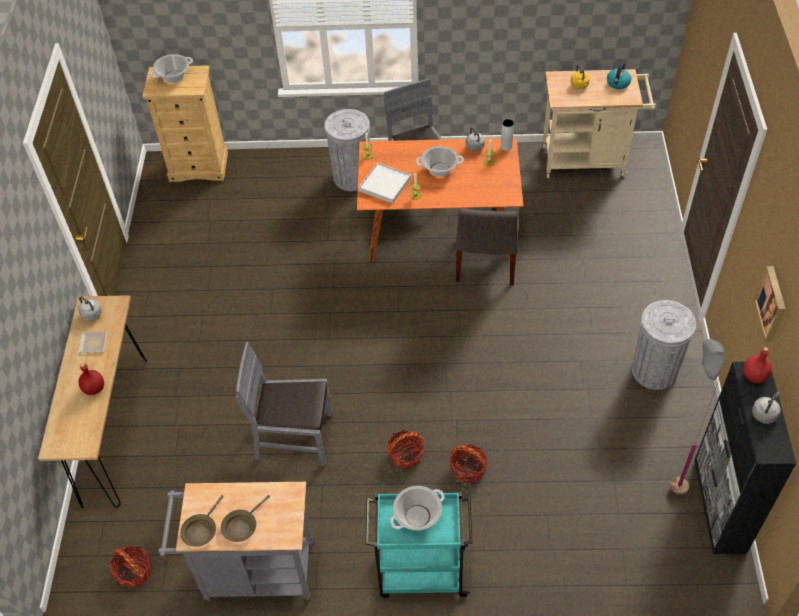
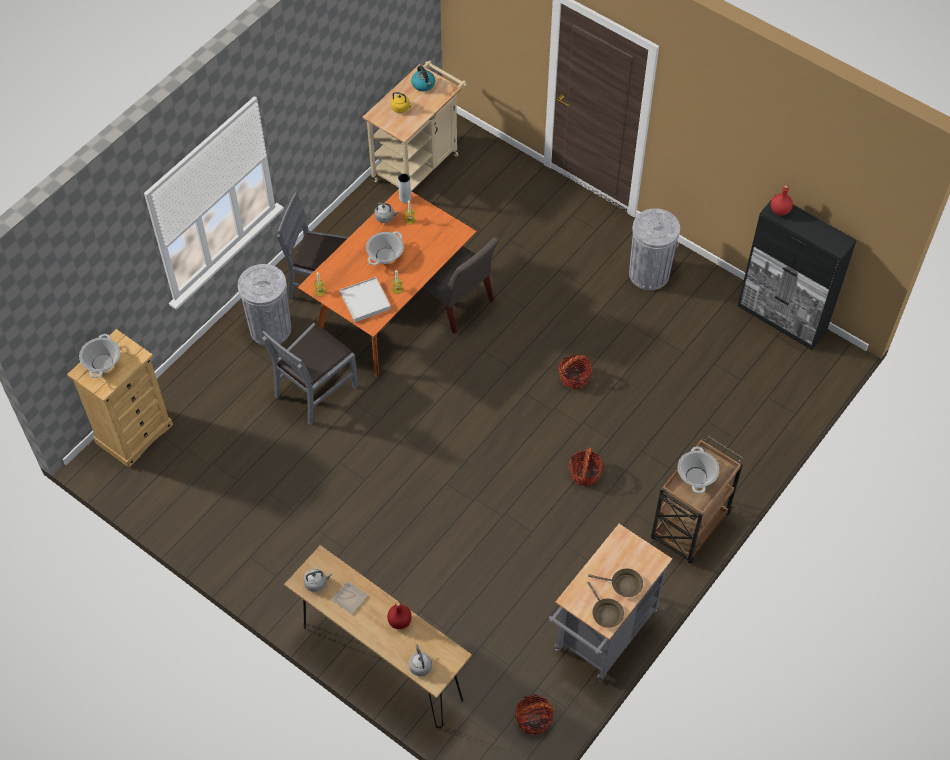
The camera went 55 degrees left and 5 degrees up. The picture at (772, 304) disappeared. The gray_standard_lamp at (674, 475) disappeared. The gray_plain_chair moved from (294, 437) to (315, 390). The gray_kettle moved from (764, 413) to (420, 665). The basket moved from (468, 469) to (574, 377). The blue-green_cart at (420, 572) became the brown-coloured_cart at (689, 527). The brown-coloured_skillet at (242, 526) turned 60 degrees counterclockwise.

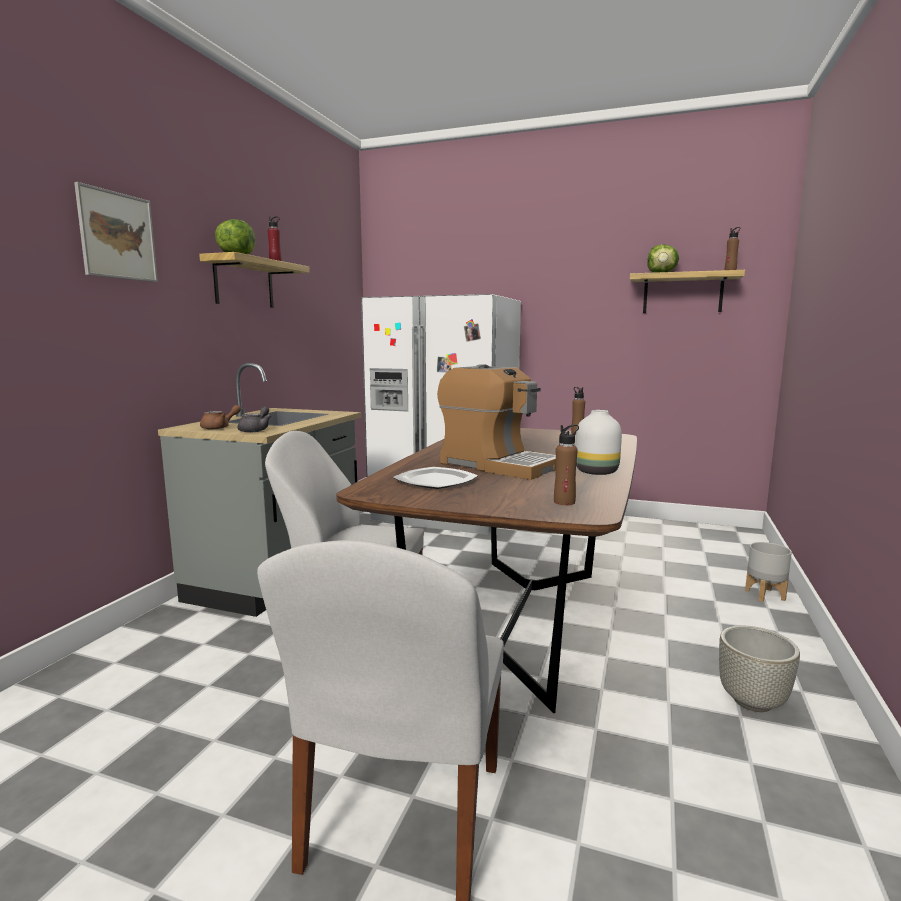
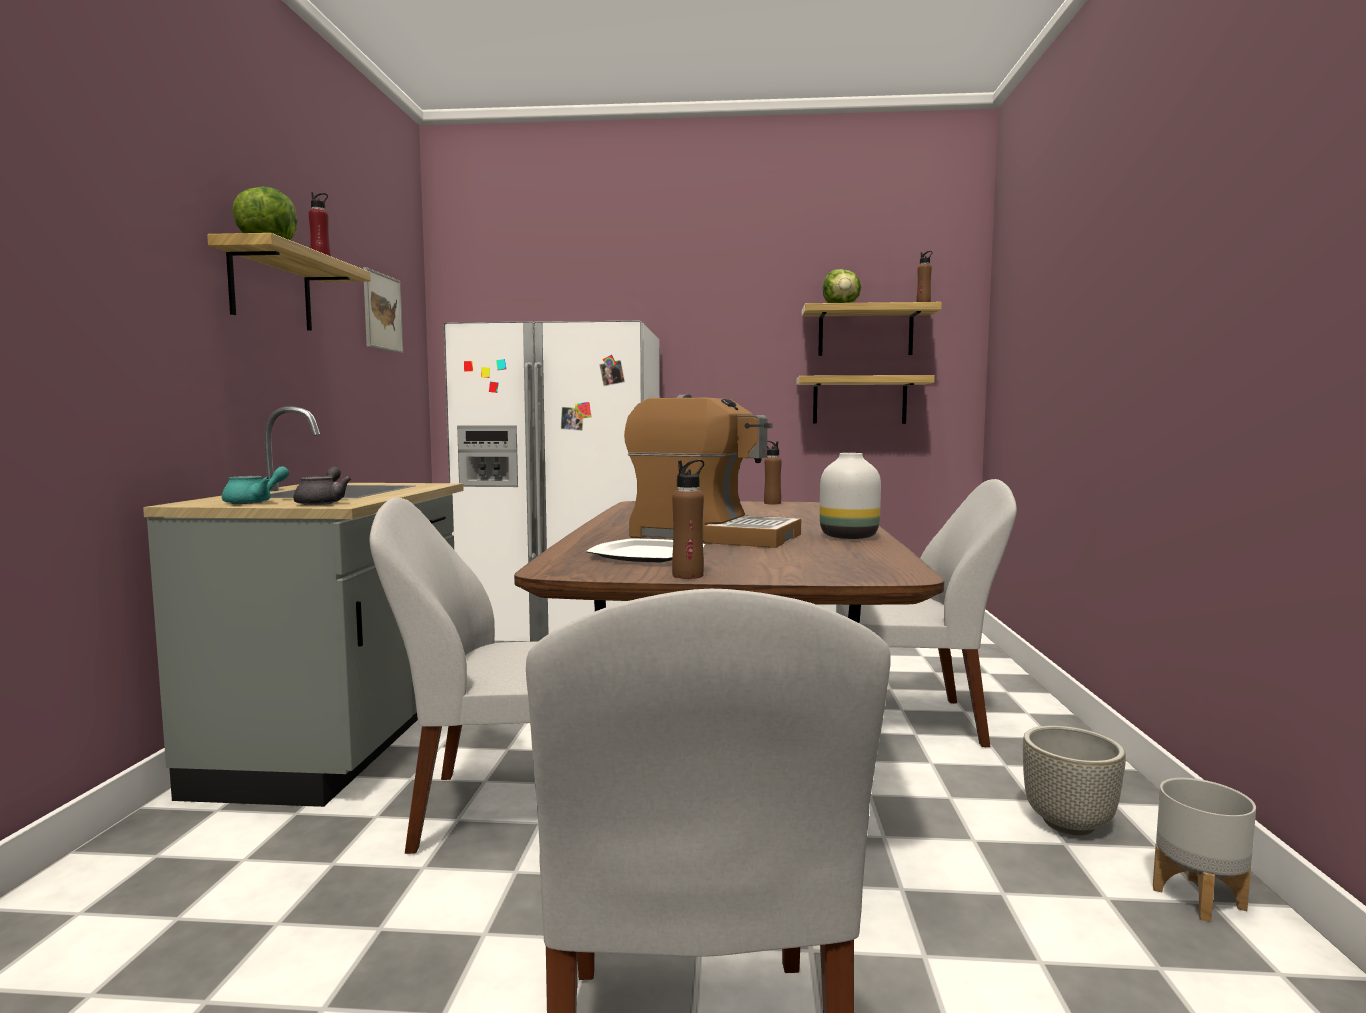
The camera went 15 degrees left and 5 degrees down. The picture moved from (117, 236) to (382, 312). The brown-coloured_teapot at (219, 427) became the blue-green_teapot at (255, 502). The brown-coloured_beverage_bottle moved from (564, 502) to (688, 575). The gray_planter moved from (765, 595) to (1200, 899). The shelf at (859, 400) appeared. The white-coloured_plain_chair at (913, 721) appeared.

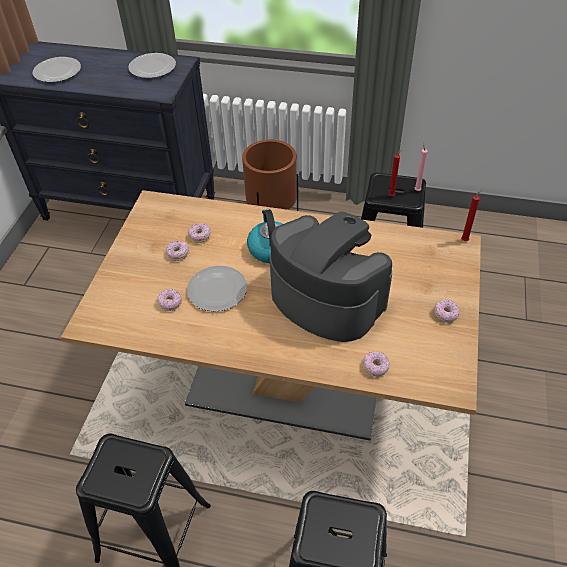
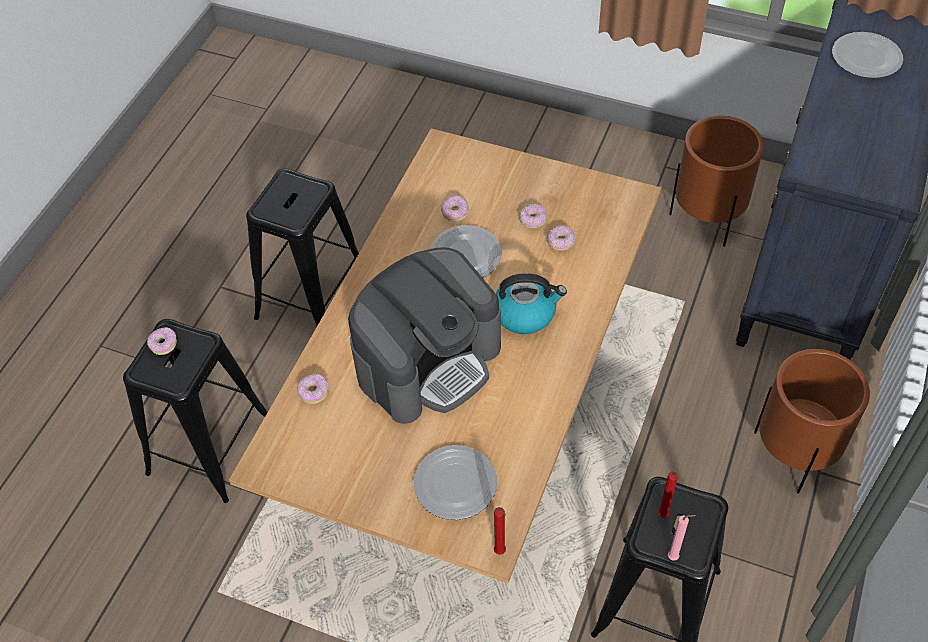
The camera went 100 degrees right and 5 degrees up. The plate moved from (152, 67) to (456, 483). The doughnut moved from (445, 314) to (164, 345). The brown-coloured_planter at (707, 219) appeared.

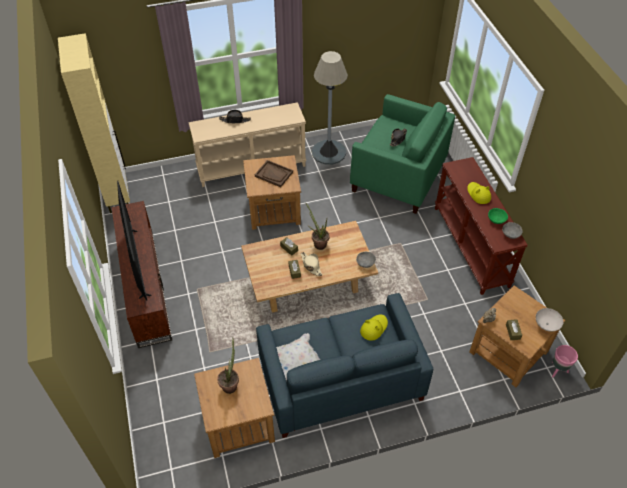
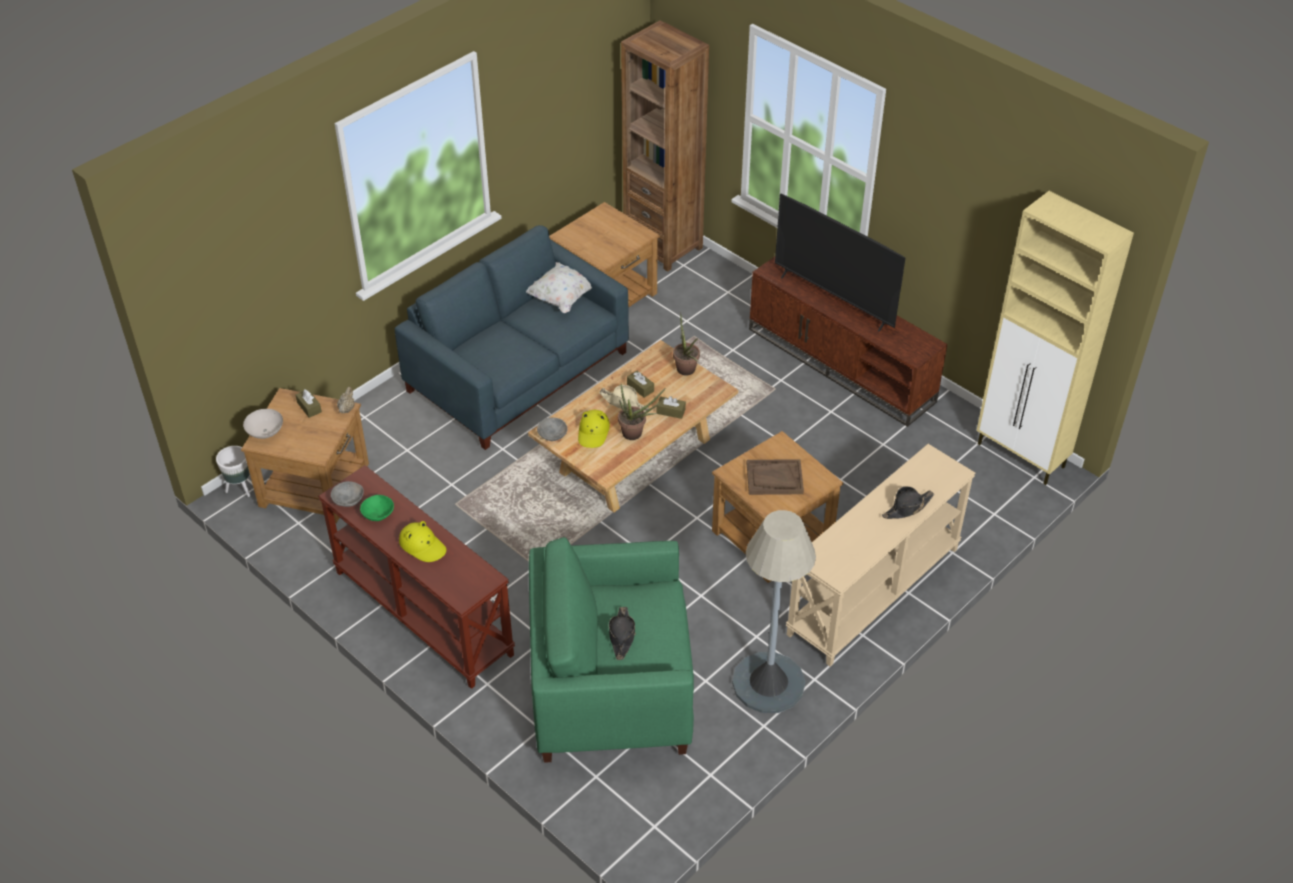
The camera went 150 degrees right and 5 degrees down. The yellow_clothing_hat moved from (373, 328) to (593, 432). The houseplant moved from (230, 384) to (687, 372). The pink_planter at (558, 370) became the white-coloured_planter at (240, 489). The brown-coloured_bookcase at (663, 246) appeared.

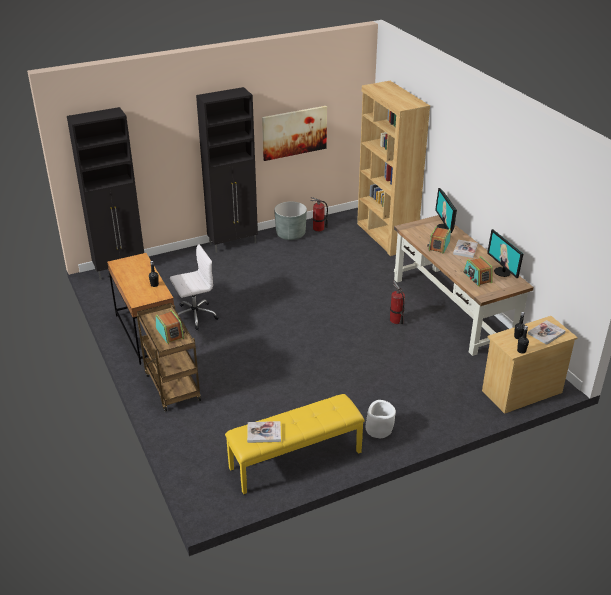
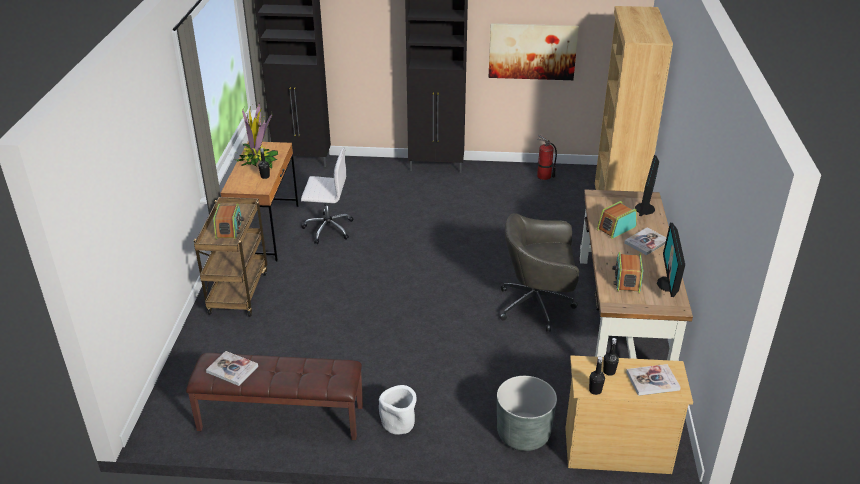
The camera went 30 degrees right and 0 degrees up. The gray_planter moved from (290, 234) to (523, 434). The extinguisher at (396, 320) was replaced by the gray_computer_chair at (537, 306). The yellow_long_seat at (295, 460) became the brown-coloured_long_seat at (280, 418). The houseplant at (257, 161) appeared.

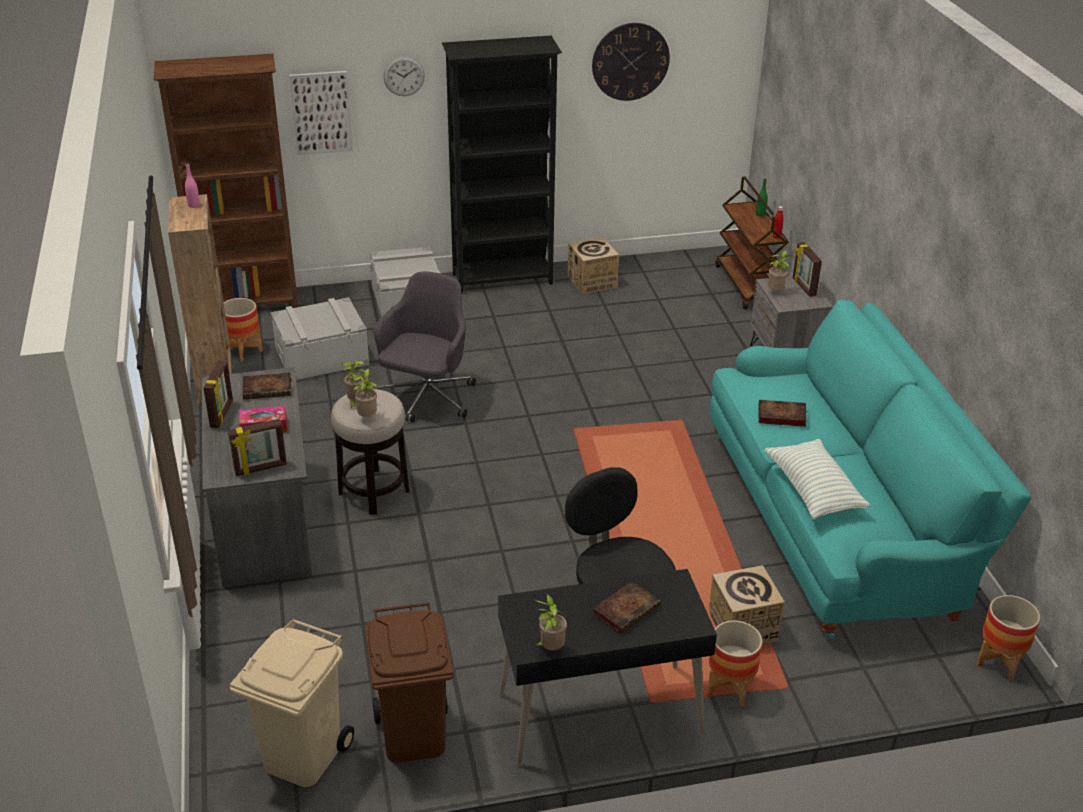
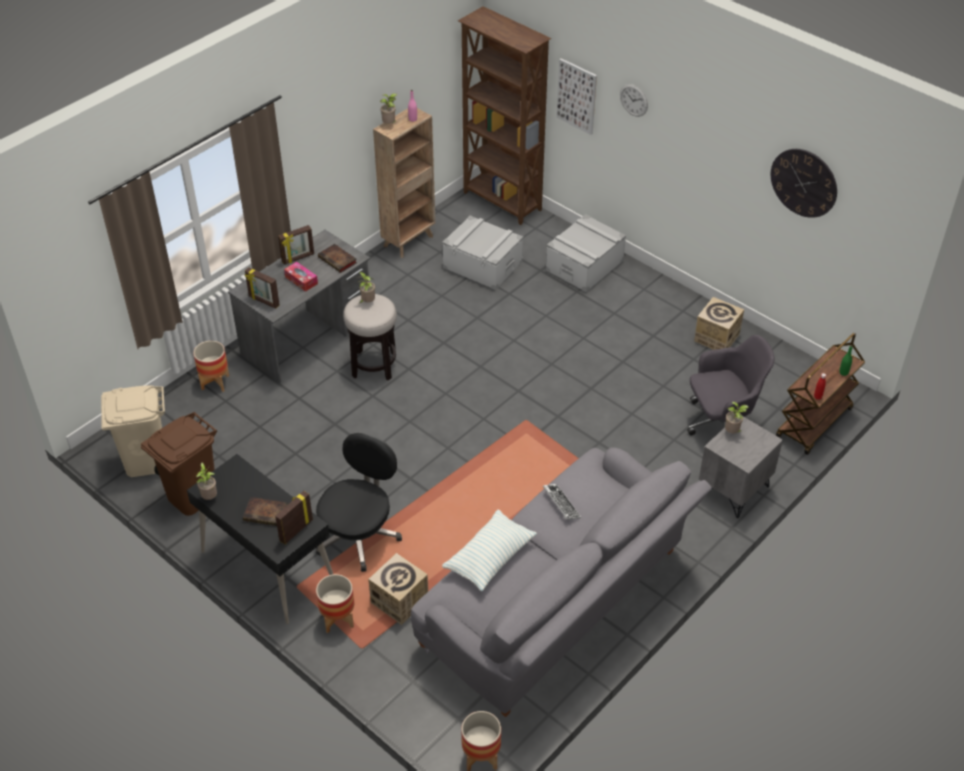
The camera went 55 degrees right and 10 degrees up. The black-coloured_bookcase at (503, 279) disappeared. The standing_frame moved from (803, 287) to (295, 530). The gray_computer_chair moved from (426, 398) to (721, 426). The planter moved from (244, 351) to (215, 382). The blue-green_couch at (837, 520) became the gray_couch at (558, 604). The houseplant moved from (368, 417) to (389, 124). The book at (780, 416) was replaced by the keyboard at (561, 504).

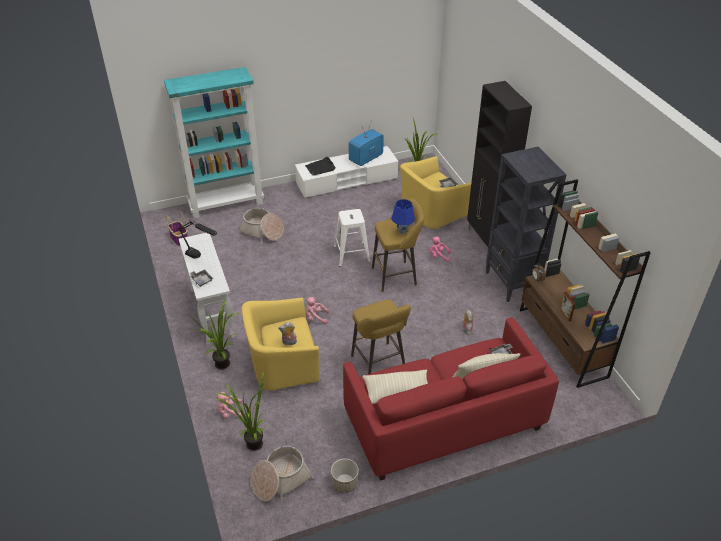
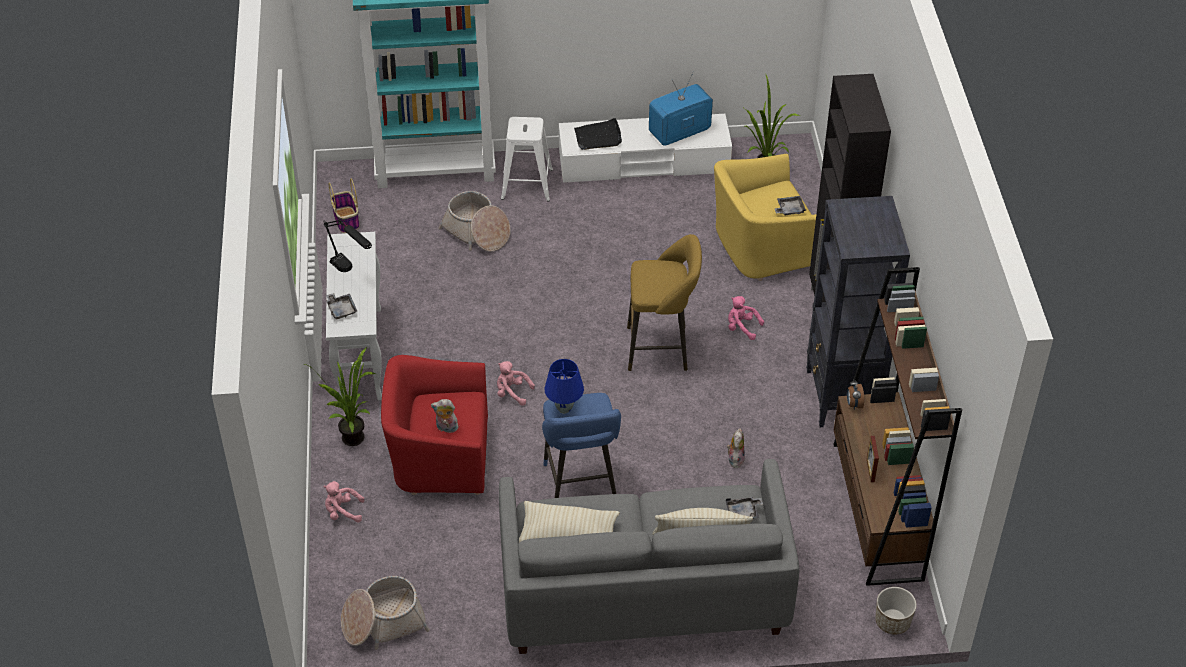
The camera went 15 degrees right and 5 degrees up. The blue-coloured_tabletop_lamp moved from (402, 231) to (565, 408). The white-coloured_stool_seat moved from (351, 254) to (526, 183). The yellow_easy_chair at (283, 364) became the red_easy_chair at (439, 456). The yellow_stool_seat at (379, 365) became the blue-coloured_stool_seat at (581, 487). The red_couch at (443, 421) became the gray_couch at (643, 591). The houseplant at (250, 444) disappeared. The planter moved from (344, 483) to (892, 621).

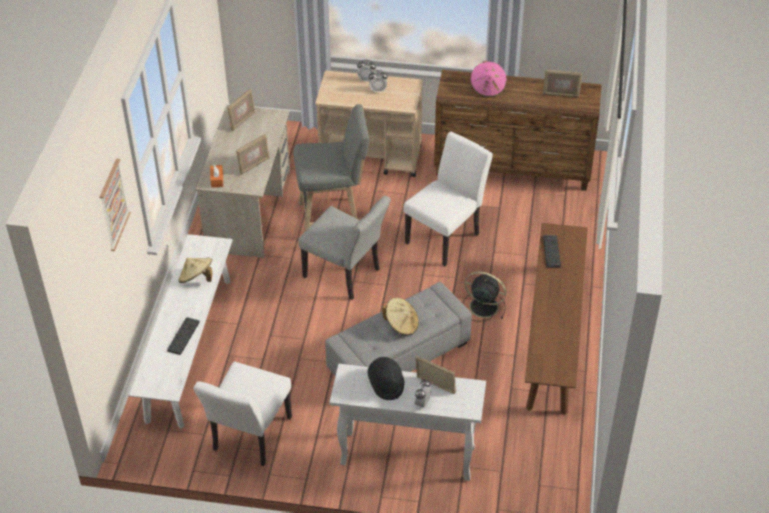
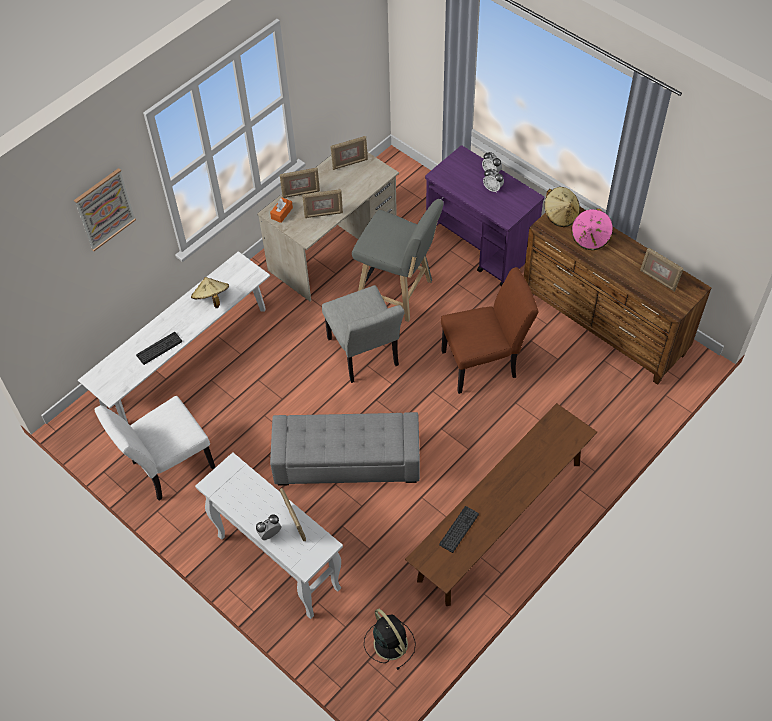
The camera went 35 degrees right and 10 degrees up. The sand-coloured_cart at (371, 157) became the purple_cart at (481, 247). The white-coloured_plain_chair at (446, 235) became the brown-coloured_plain_chair at (485, 363). The keyboard moved from (551, 251) to (459, 529). The black-coloured_electric_fan moved from (482, 306) to (389, 642). The sand-coloured_clothing_hat moved from (401, 325) to (560, 215). The black-coloured_clothing_hat at (386, 384) disappeared. The standing_frame at (301, 193) appeared.

